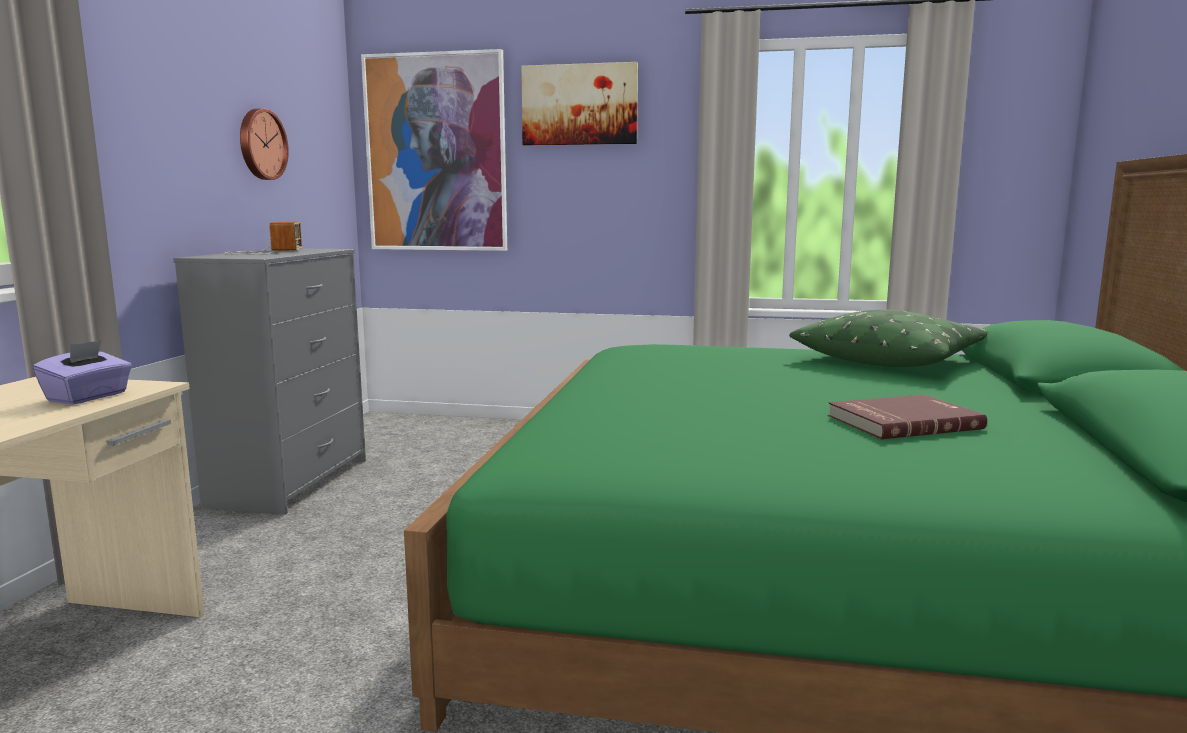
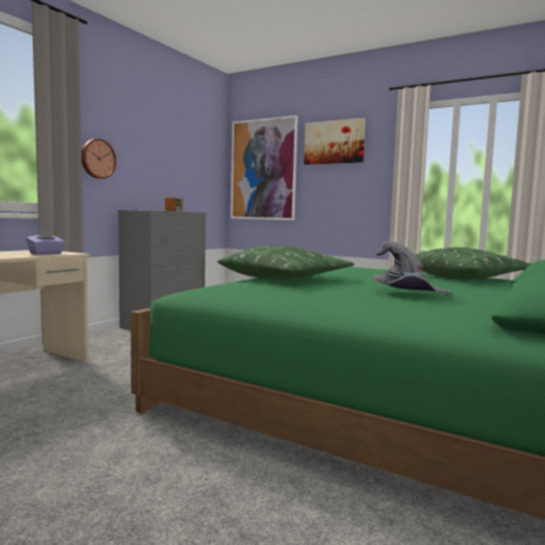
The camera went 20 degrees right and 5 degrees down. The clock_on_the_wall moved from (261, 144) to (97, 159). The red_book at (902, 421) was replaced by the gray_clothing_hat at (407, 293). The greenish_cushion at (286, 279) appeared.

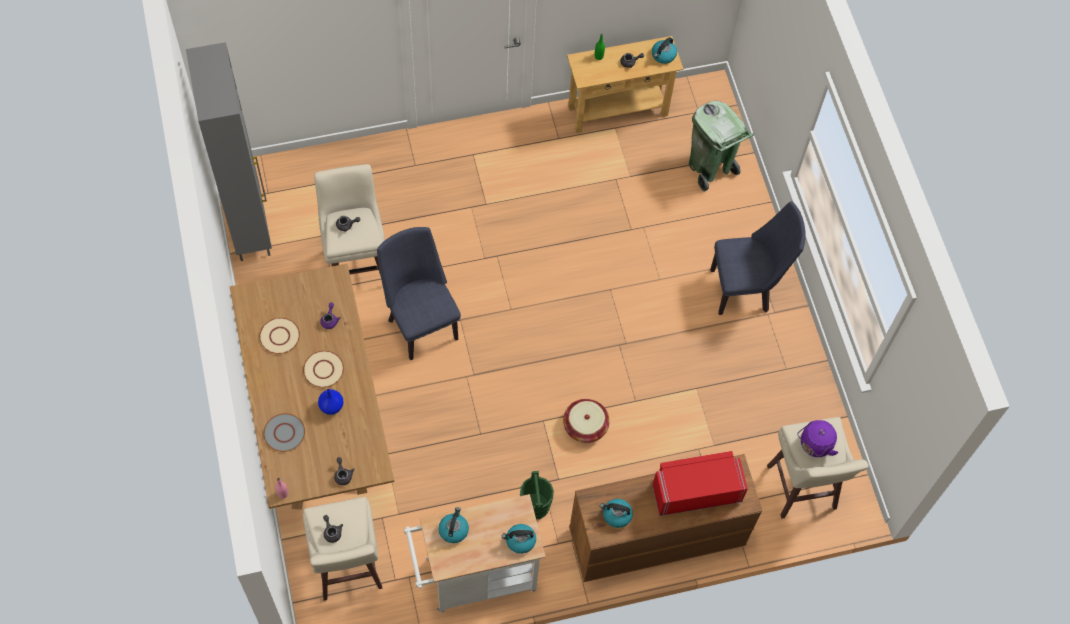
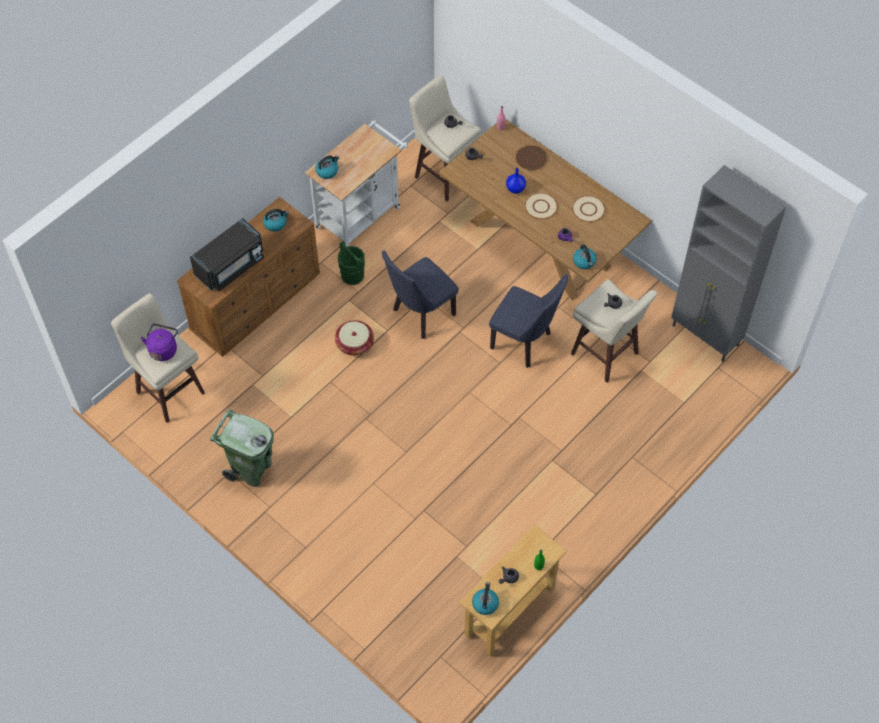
The camera went 150 degrees right and 5 degrees down. The greenish_rubbish_bin moved from (710, 168) to (251, 469). The blue-coloured_plain_chair moved from (745, 289) to (420, 315). The gray_plate at (284, 433) became the brown-coloured_plate at (531, 158). The red_microwave_oven at (696, 492) became the black-coloured_microwave_oven at (230, 266). The kettle moved from (453, 529) to (584, 262).

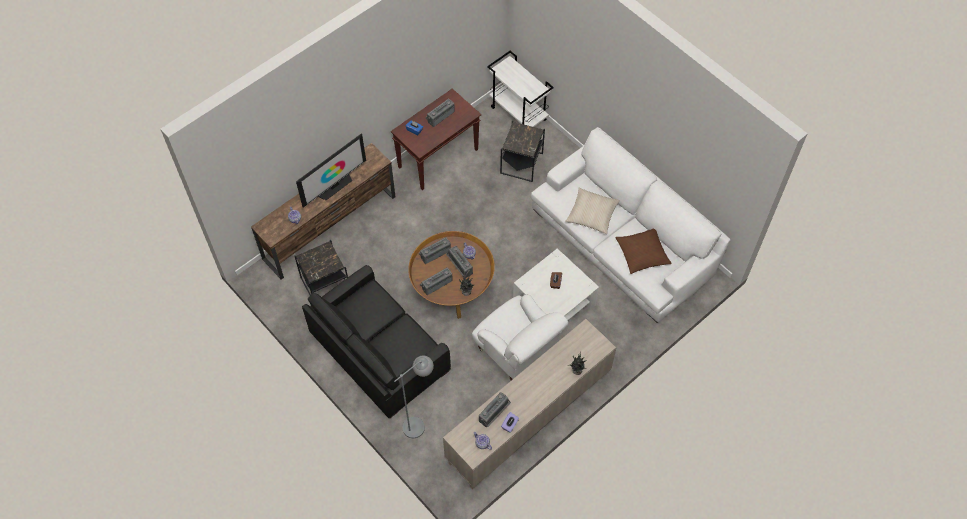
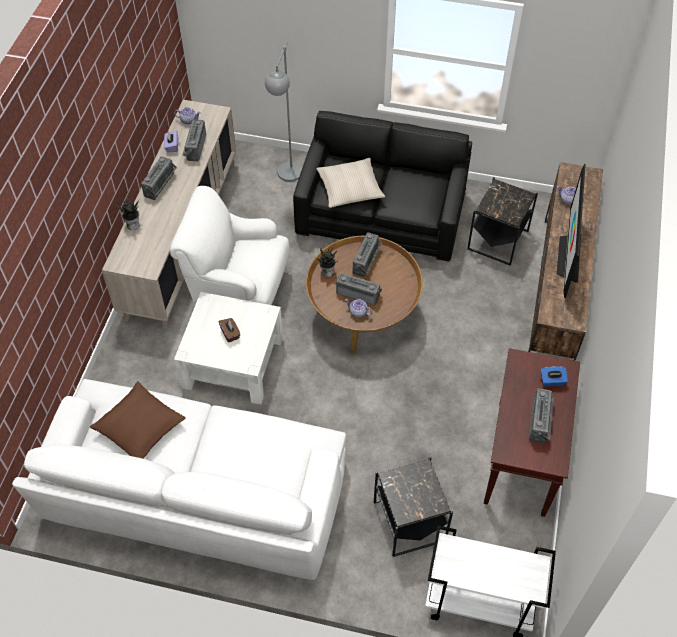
The camera went 145 degrees right and 5 degrees down. The sand-coloured_cushion moved from (592, 214) to (350, 188). The radio_receiver moved from (435, 253) to (161, 186).

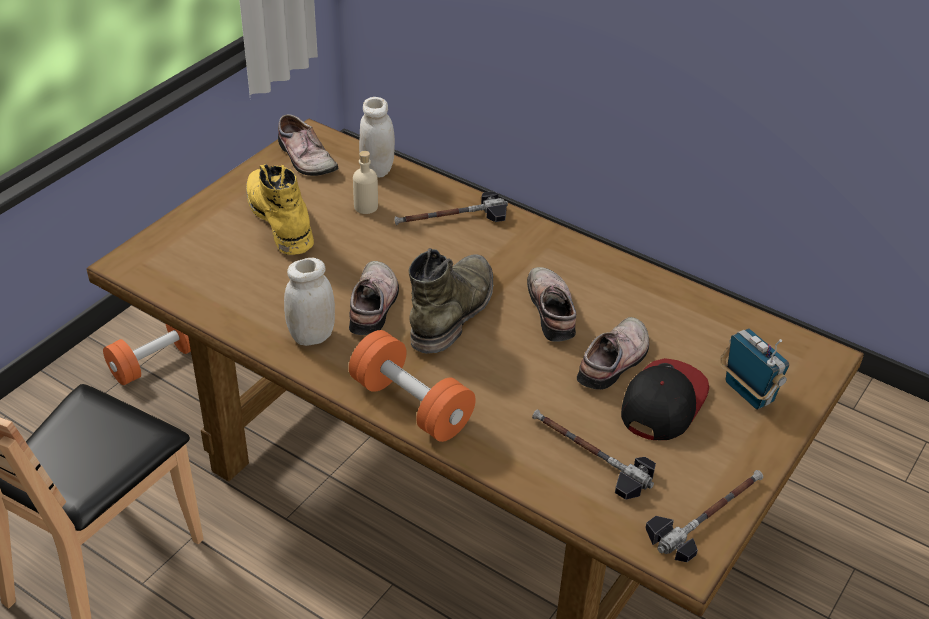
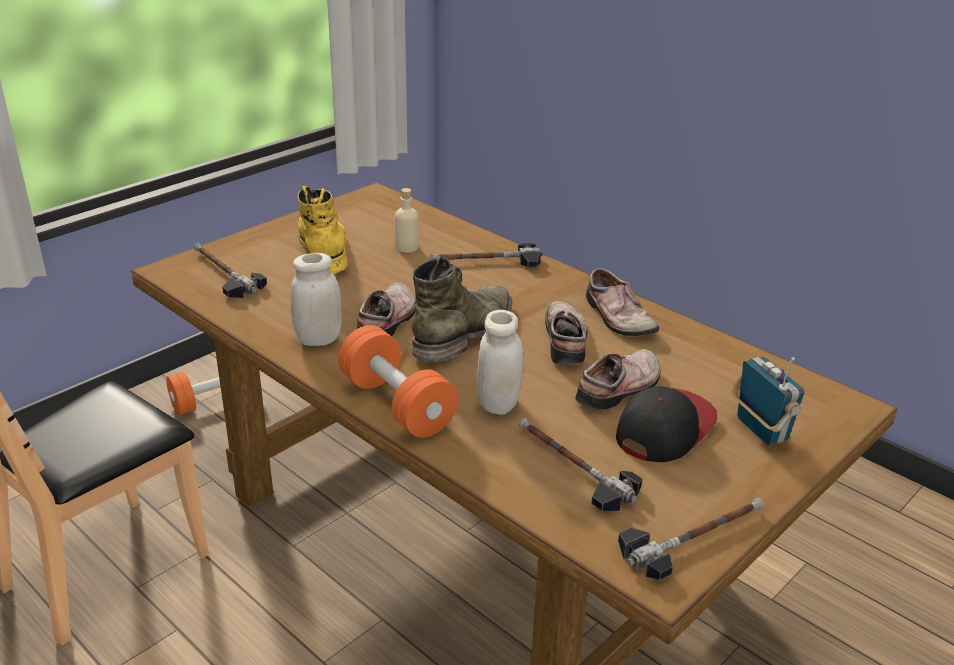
The camera went 10 degrees right and 10 degrees down. The white-coloured_storage_jar moved from (377, 169) to (498, 404). The shoe moved from (304, 158) to (616, 318). The hammer at (223, 274) appeared.

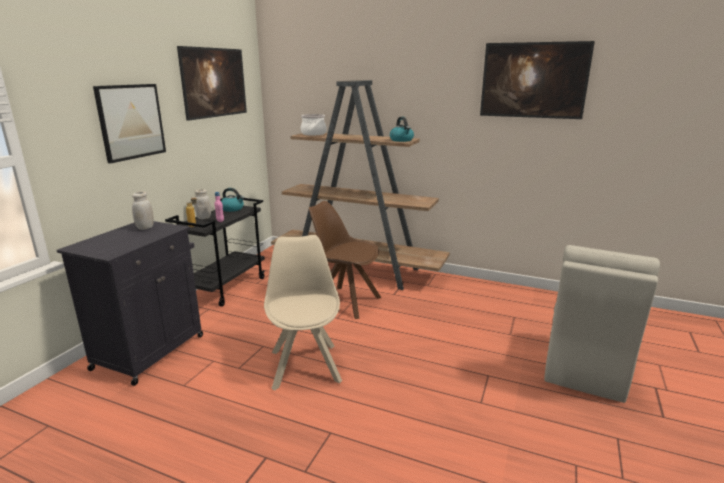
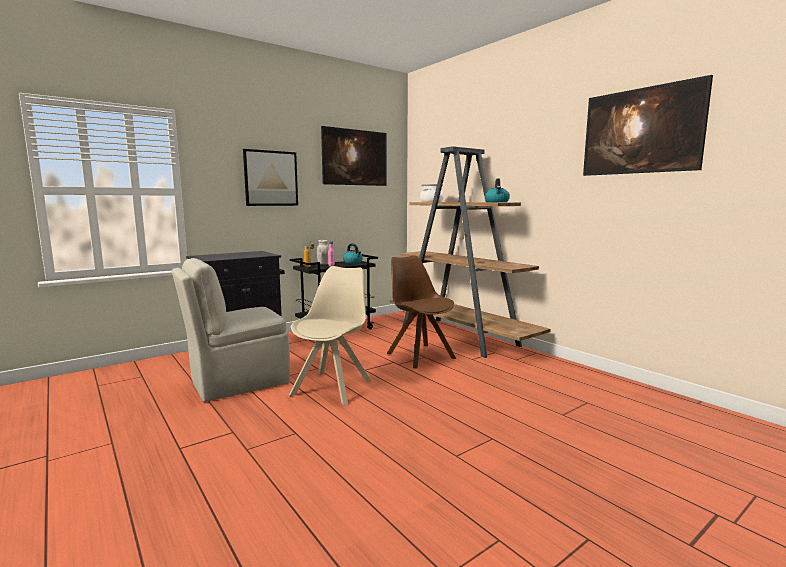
The camera went 30 degrees right and 10 degrees down. The white-coloured_storage_jar at (145, 228) disappeared. The sand-coloured_plain_chair moved from (584, 368) to (237, 382).

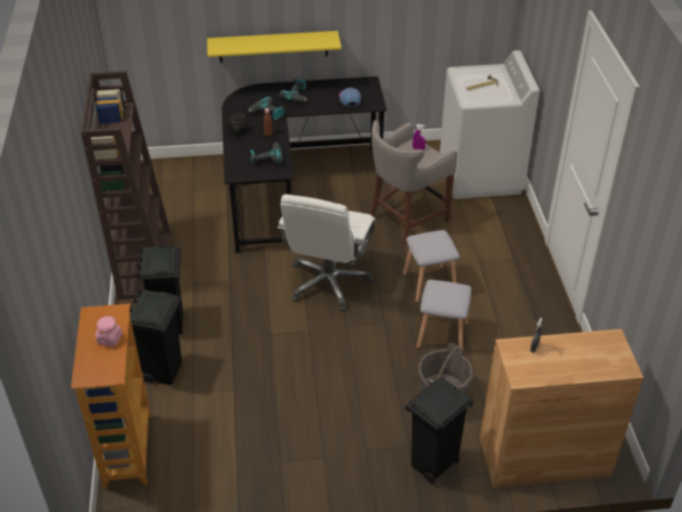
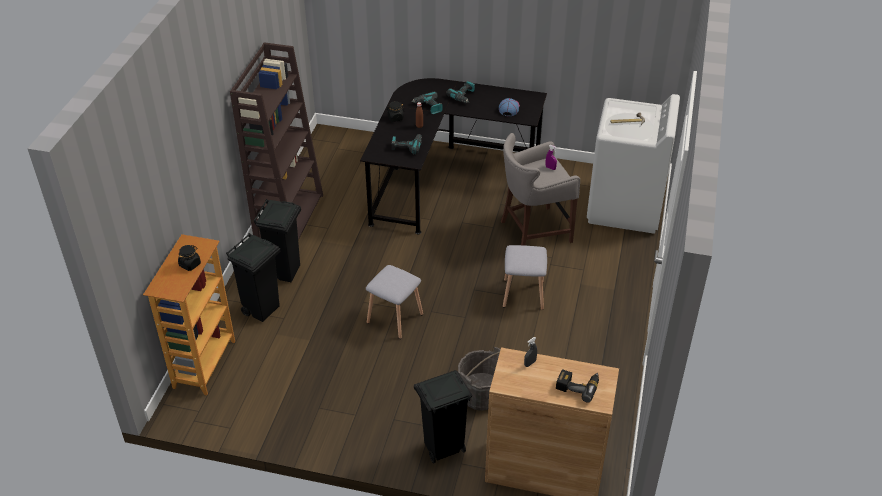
The camera went 20 degrees right and 0 degrees up. The yellow_shelf at (273, 46) disappeared. The white-coloured_computer_chair at (329, 283) disappeared. The gray_stool_seat moved from (441, 336) to (394, 318). The pink_storage_jar at (109, 339) became the black-coloured_storage_jar at (190, 264). The electric_drill at (578, 385) appeared.

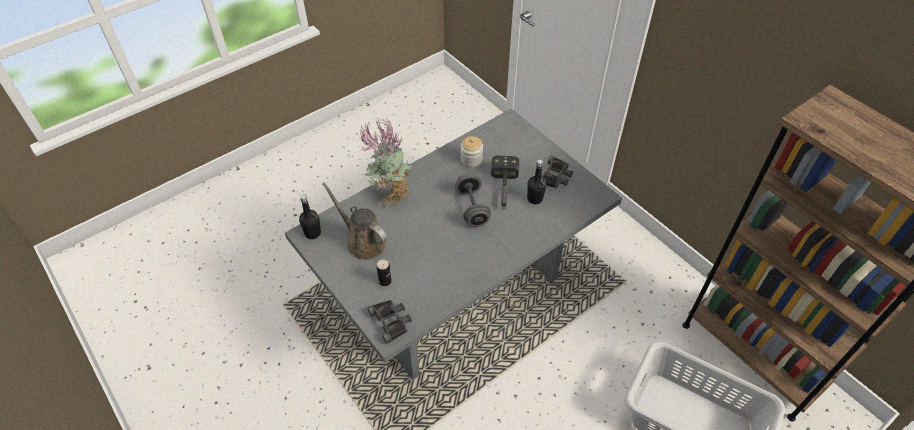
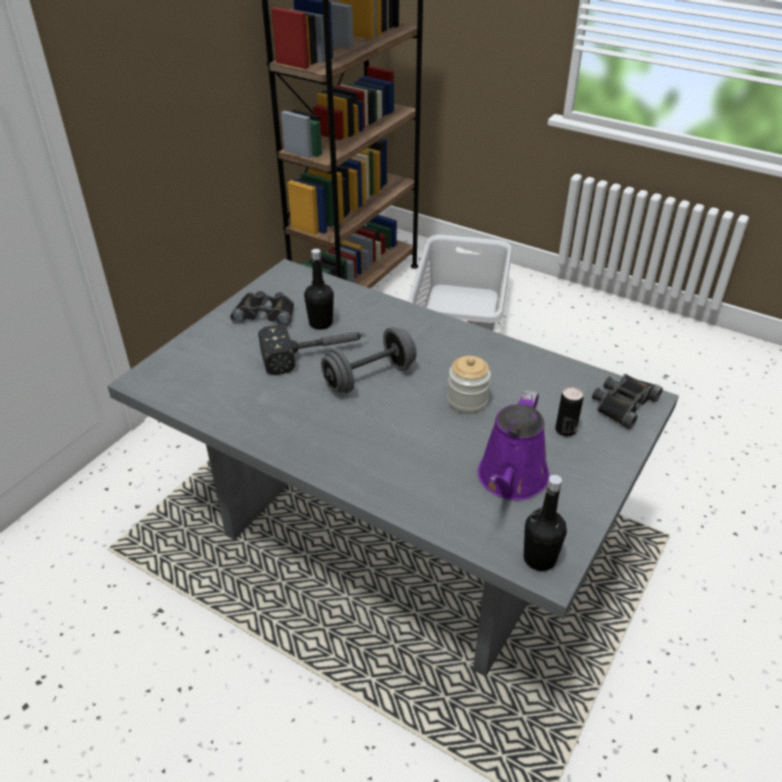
The camera went 110 degrees left and 10 degrees down. The houseplant at (390, 193) disappeared. The storage_jar moved from (471, 160) to (467, 401). The brown-coloured_sprinkling_can at (363, 241) became the purple_sprinkling_can at (511, 480).

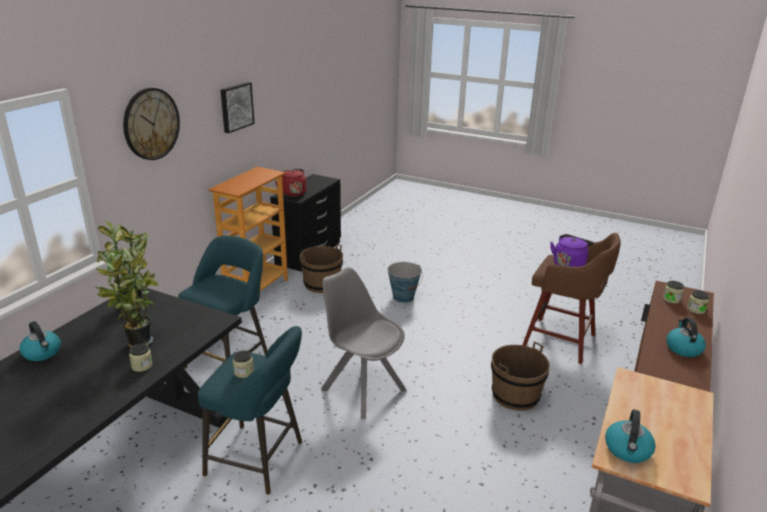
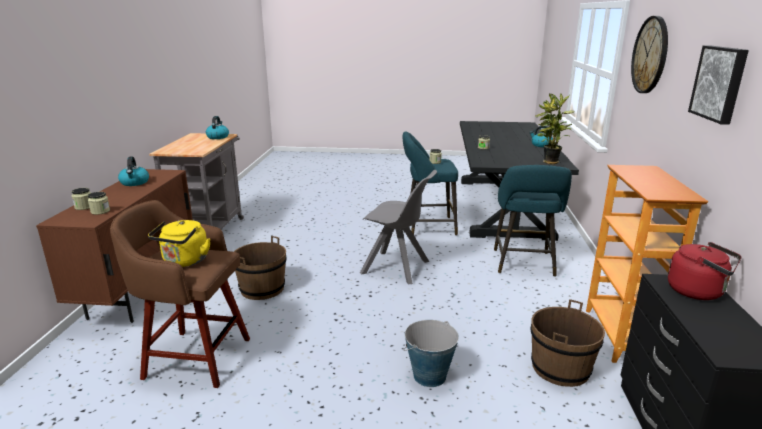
The camera went 160 degrees right and 5 degrees down. The purple_kettle at (569, 265) became the yellow_kettle at (184, 261). The houseplant at (137, 342) disappeared.

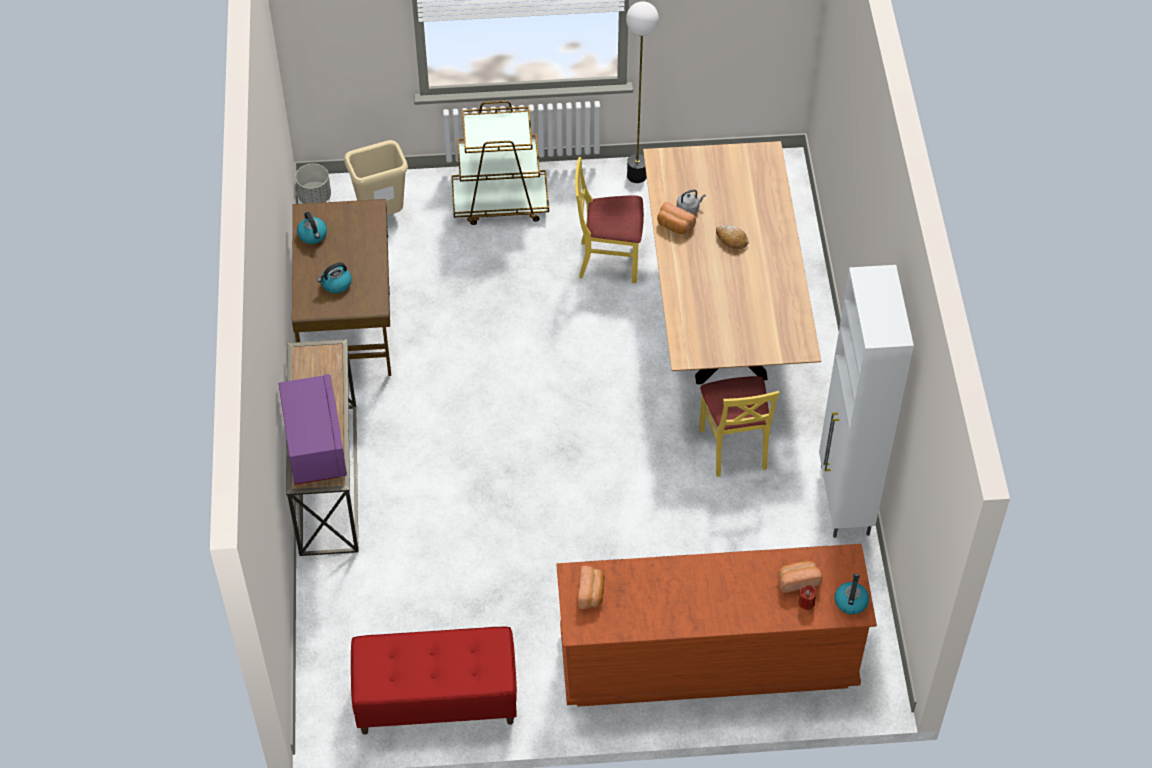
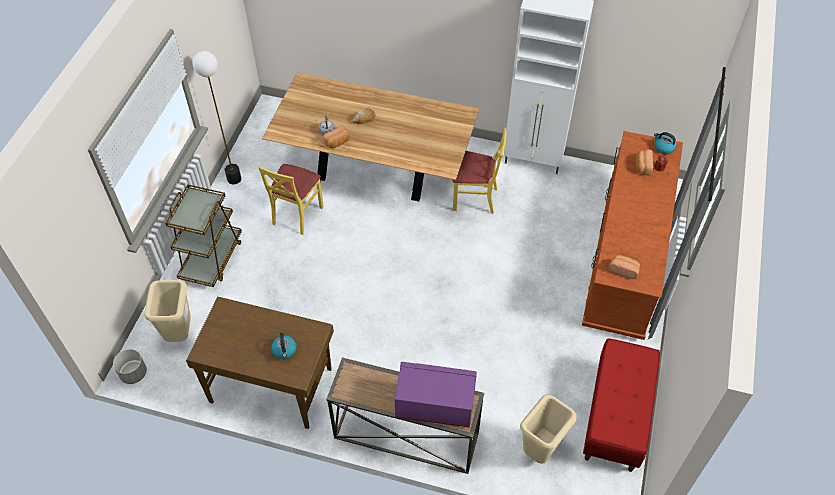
The camera went 70 degrees left and 0 degrees up. The kettle at (313, 235) disappeared. The sand-coloured_rubbish_bin at (540, 451) appeared.

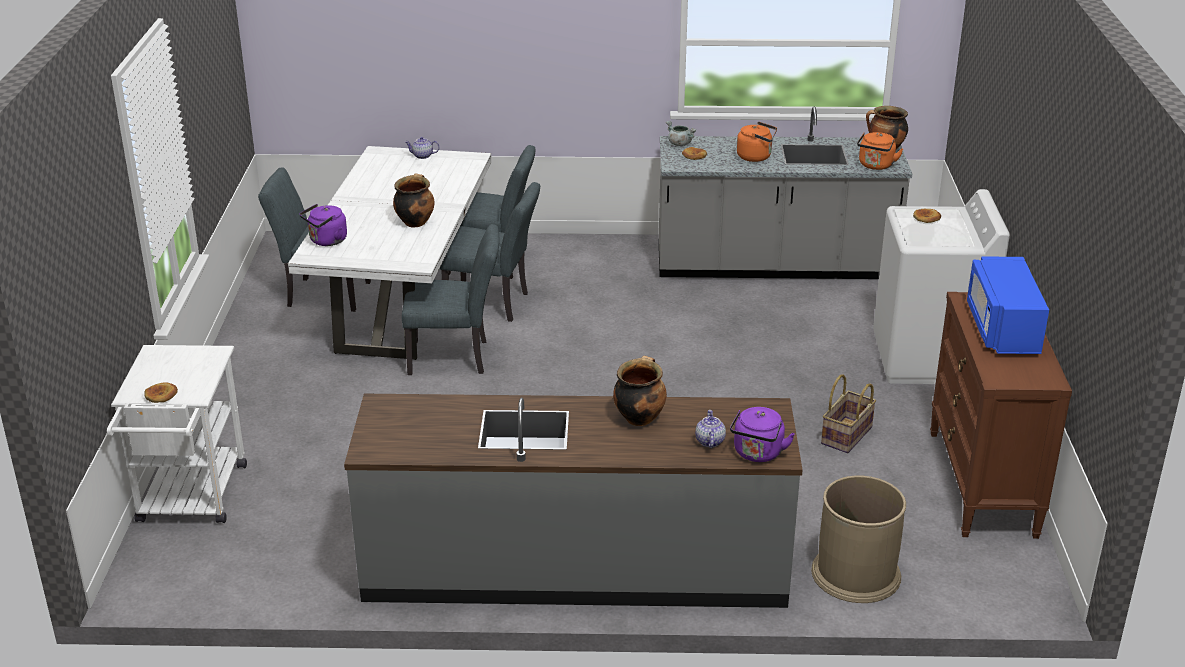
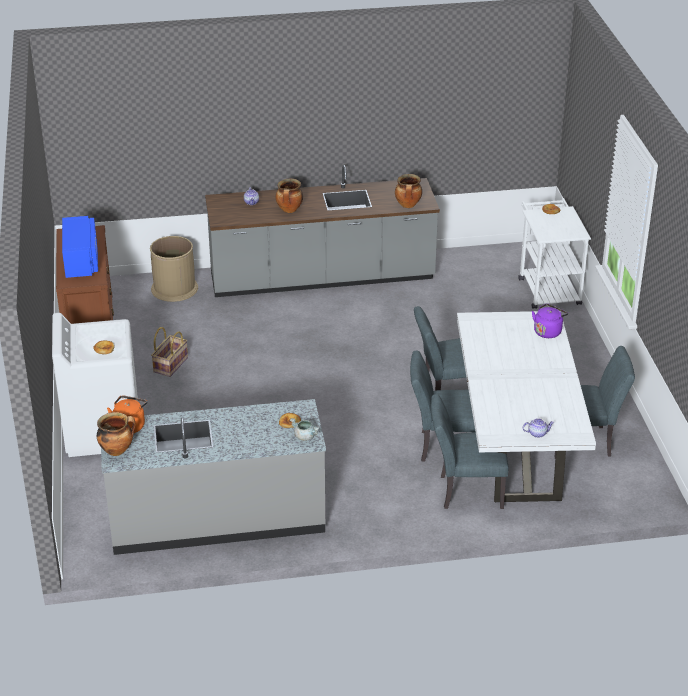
The camera went 170 degrees right and 5 degrees up. The orange_kettle at (756, 157) disappeared. The saucepot moved from (415, 222) to (408, 205). The purple_kettle at (757, 454) disappeared.

